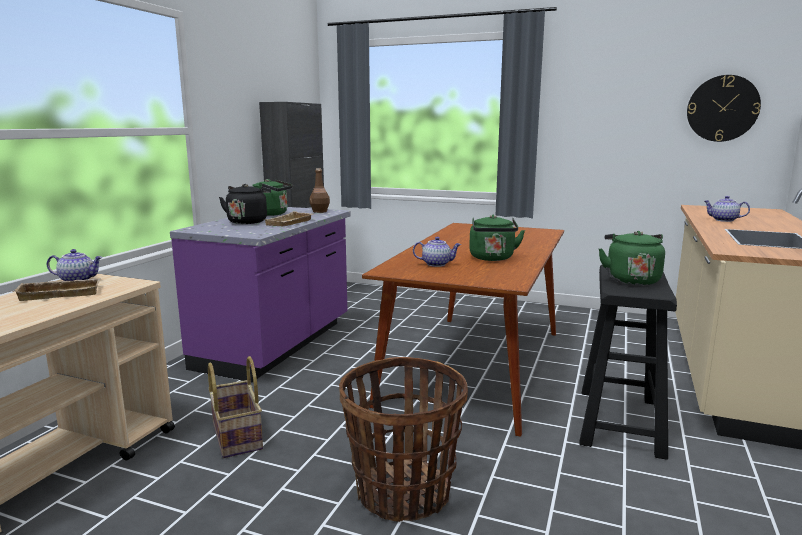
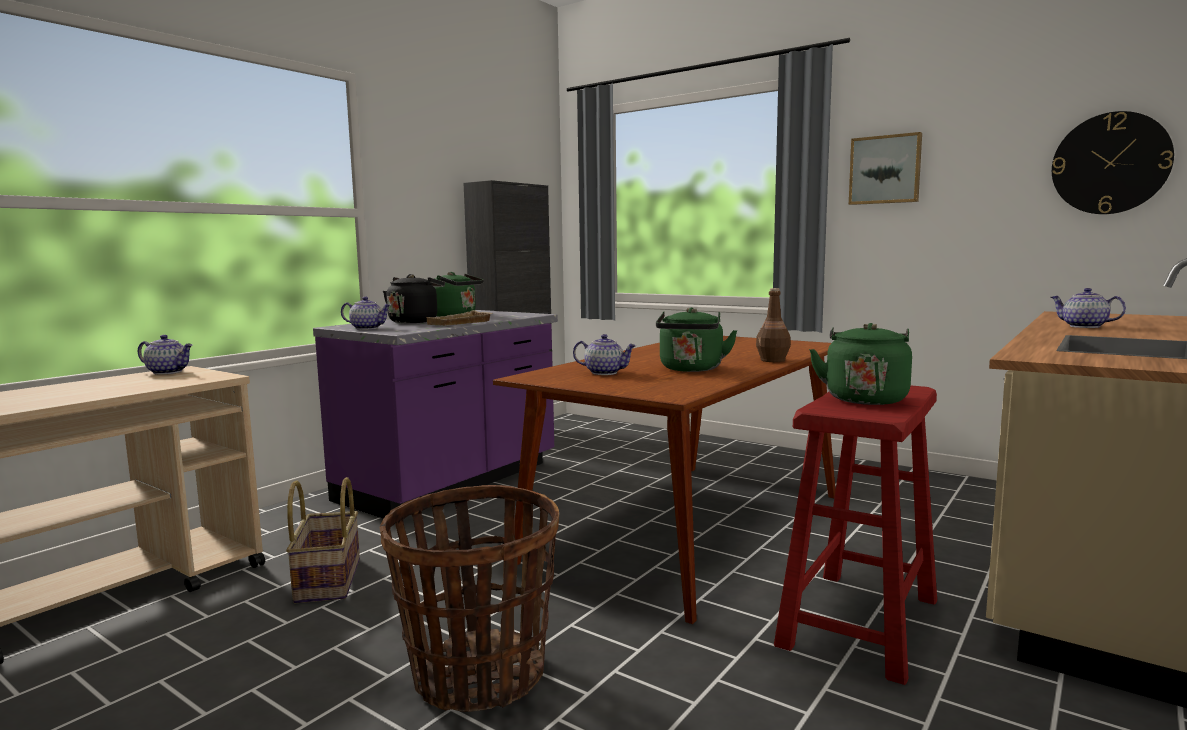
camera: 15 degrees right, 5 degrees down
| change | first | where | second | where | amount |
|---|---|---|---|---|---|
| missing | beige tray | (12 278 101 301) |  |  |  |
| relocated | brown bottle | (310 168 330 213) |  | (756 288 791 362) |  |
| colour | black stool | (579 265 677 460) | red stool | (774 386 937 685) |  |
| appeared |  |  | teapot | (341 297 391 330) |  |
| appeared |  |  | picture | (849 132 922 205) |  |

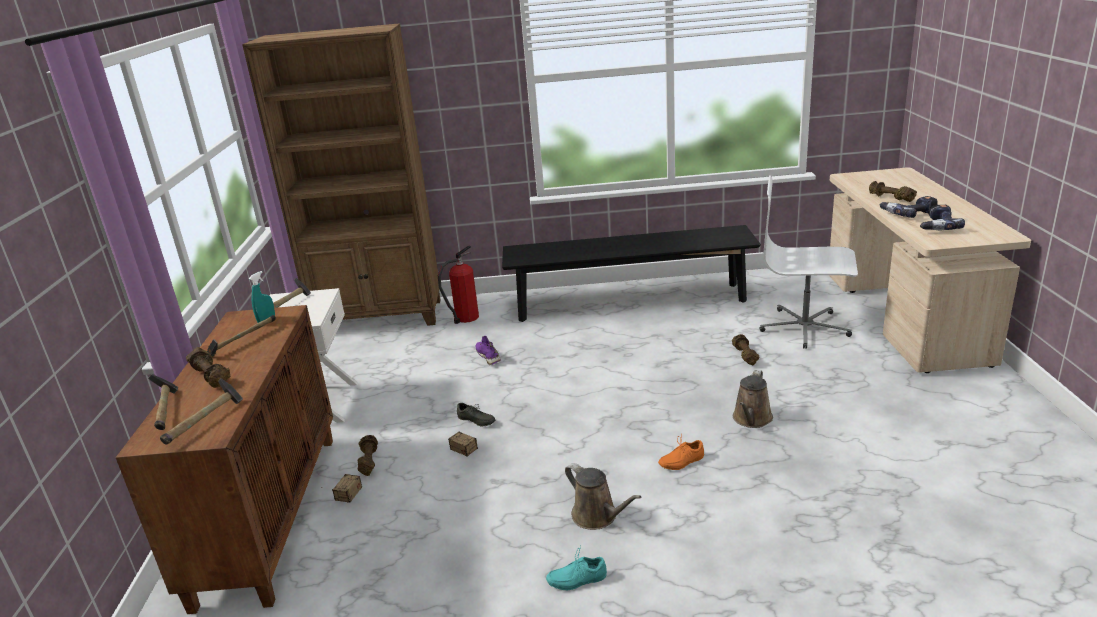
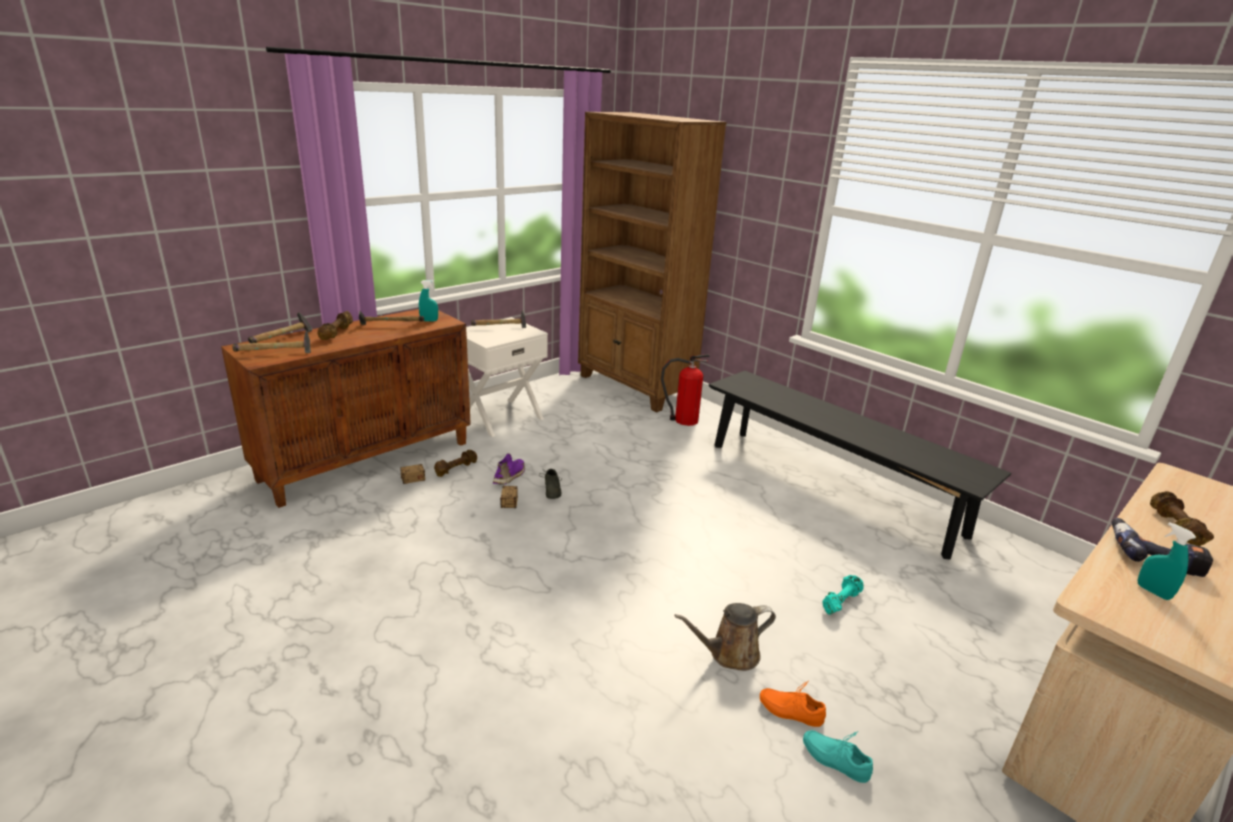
camera: 45 degrees right, 0 degrees up
| change | first | where | second | where | amount |
|---|---|---|---|---|---|
| relocated | purple shoe | (475 336 501 365) |  | (493 453 525 485) |  |
| relocated | turquoise shoe | (546 546 607 590) |  | (803 730 873 783) |  |
| missing | brown watering can | (565 463 641 530) |  |  |  |
| relocated | orange shoe | (658 433 704 470) |  | (760 680 826 727) |  |
| colour | brown dumbbell | (732 334 759 365) | turquoise dumbbell | (822 575 864 615) |  |
| missing | white office chair | (760 176 858 349) |  |  |  |
| exchanged | power drill | (920 205 965 230) | turquoise spray bottle | (1138 522 1196 600) |  |

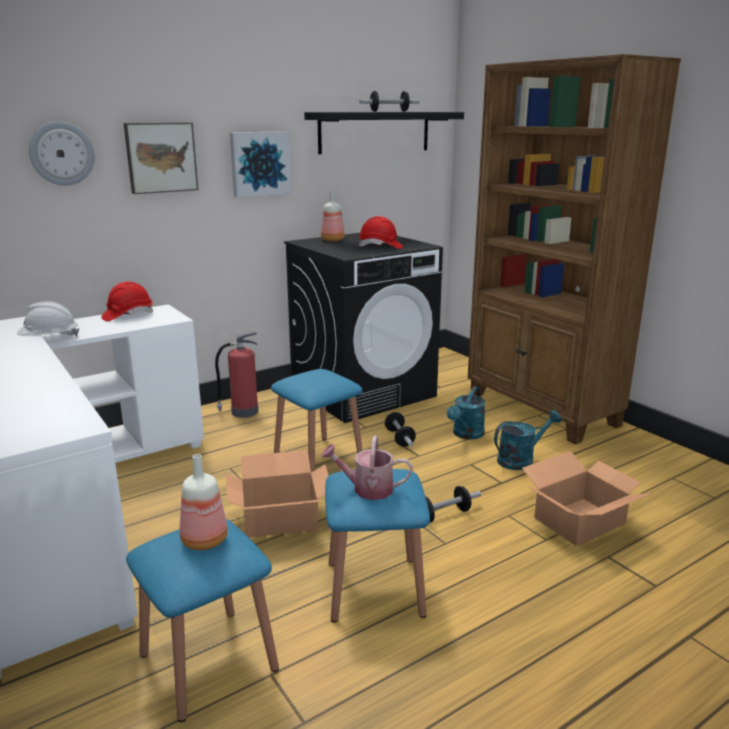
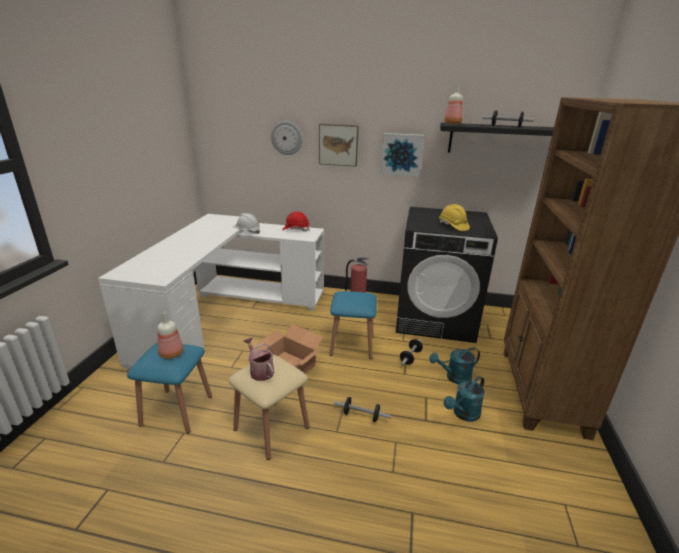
camera: 45 degrees right, 5 degrees up
| change | first | where | second | where | amount |
|---|---|---|---|---|---|
| relocated | bottle | (321 190 345 241) |  | (444 84 463 124) |  |
| colour | blue stool | (325 469 430 622) | beige stool | (229 355 309 460) |  |
| colour | red hard hat | (359 216 403 249) | yellow hard hat | (439 204 470 231) |  |
| spun | turquoise watering can | (494 410 562 470) |  | (444 376 485 422) | 120 degrees clockwise |
| missing | cardboard box | (522 451 652 546) |  |  |  |

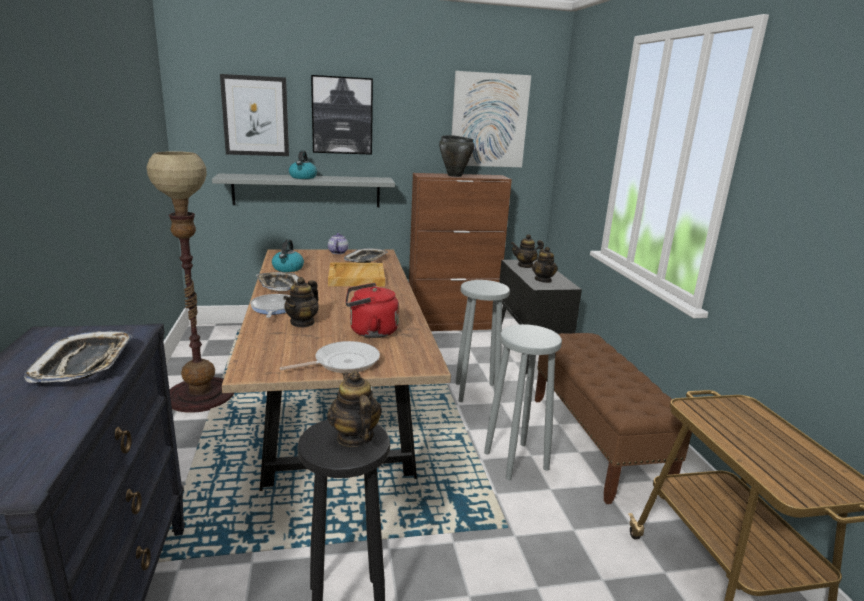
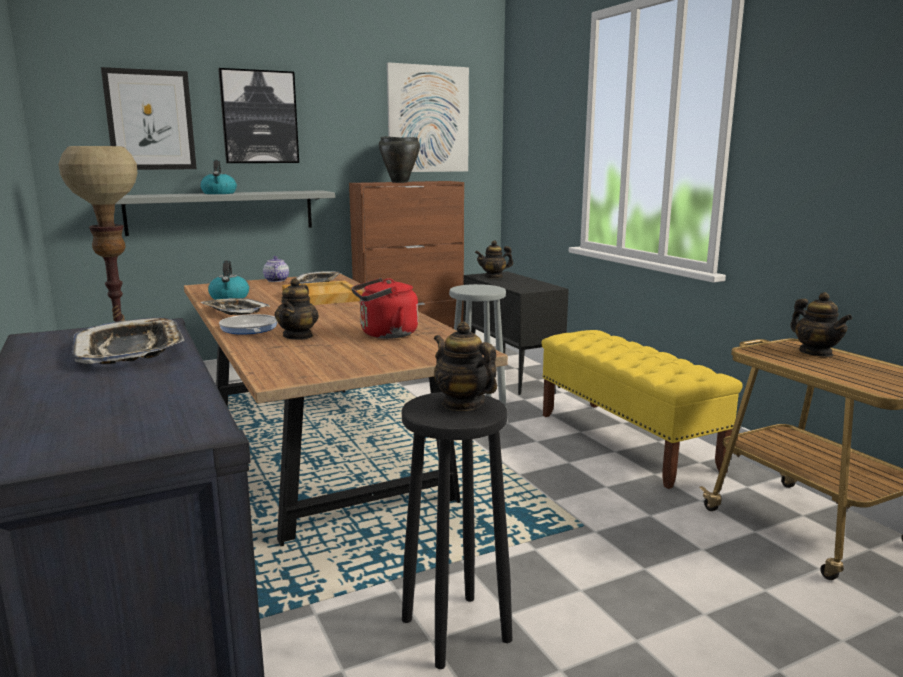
camera: 15 degrees left, 5 degrees down
| change | first | where | second | where | amount |
|---|---|---|---|---|---|
| missing | frying pan | (280 341 380 373) |  |  |  |
| missing | grey stool | (484 324 562 480) |  |  |  |
| relocated | teapot | (532 247 558 283) |  | (790 292 852 357) |  |
| colour | brown bench | (535 333 692 504) | yellow bench | (541 330 743 489) |  |

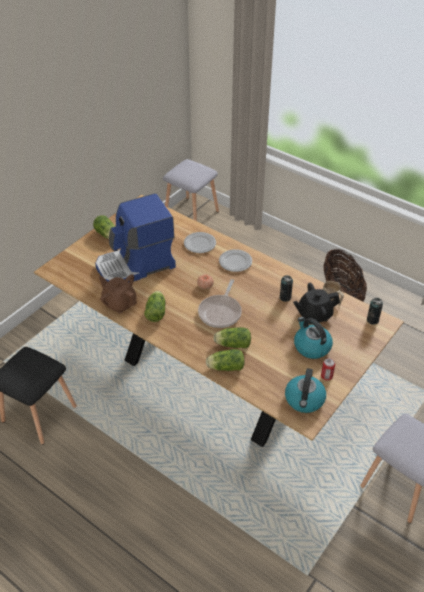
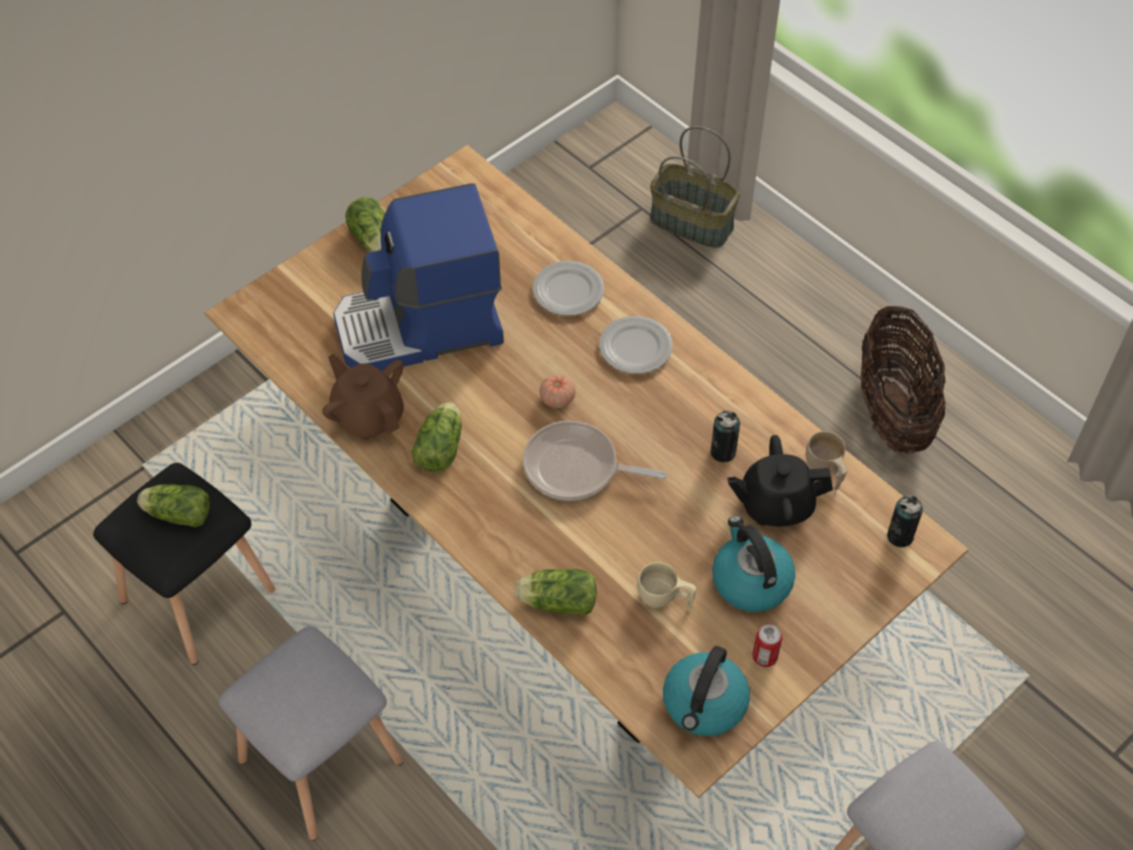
camera: 10 degrees right, 10 degrees up
| change | first | where | second | where | amount |
|---|---|---|---|---|---|
| relocated | grey stool | (163 159 219 221) |  | (219 626 403 841) |  |
| spun | frying pan | (198 279 242 328) |  | (523 421 667 501) | 75 degrees clockwise |
| relocated | lettuce | (214 327 251 348) |  | (137 484 210 527) |  |
| appeared |  |  | beige cup | (637 562 696 609) |  |
| appeared |  |  | basket | (650 126 740 248) |  |

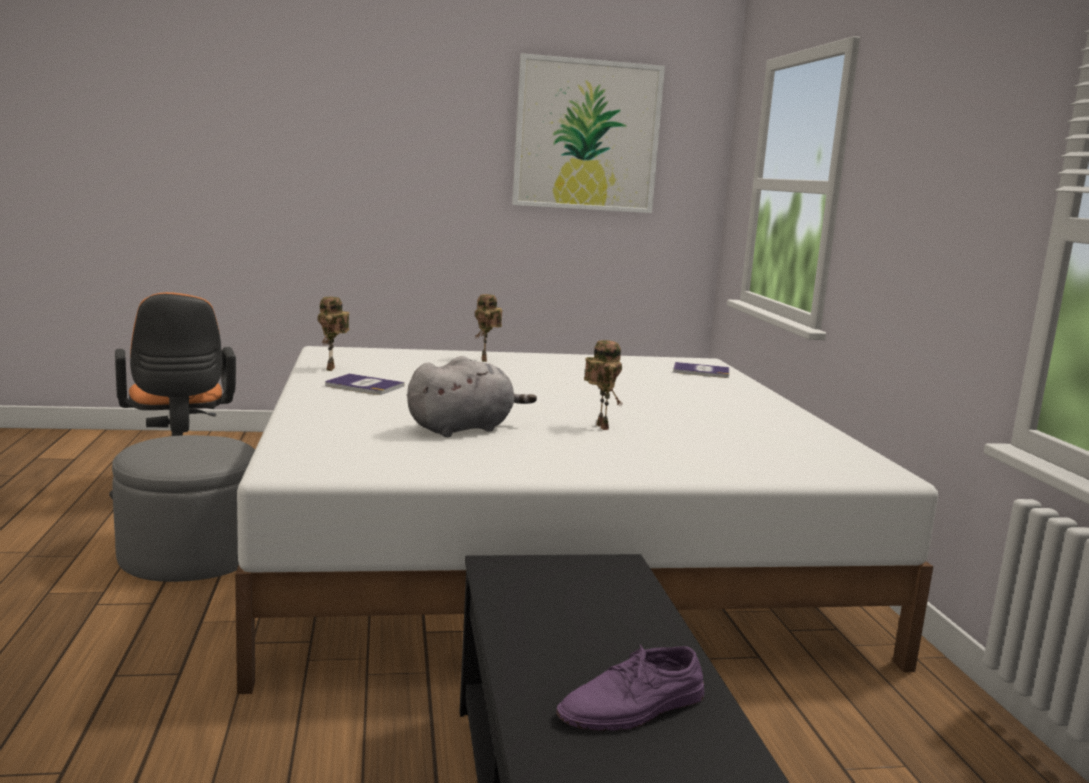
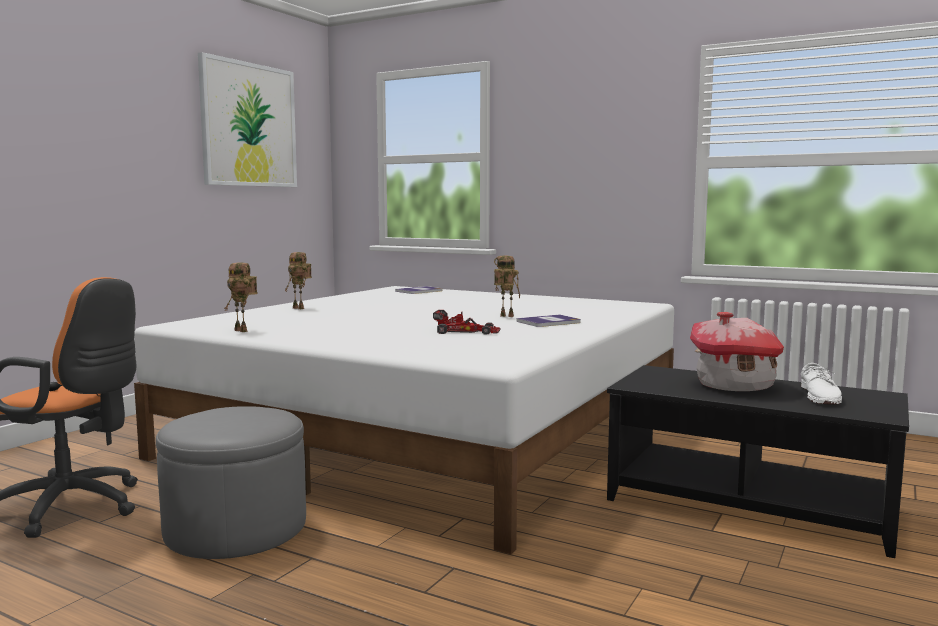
camera: 50 degrees left, 5 degrees down
| change | first | where | second | where | amount |
|---|---|---|---|---|---|
| relocated | book | (325 373 404 395) |  | (516 314 581 327) |  |
| exchanged | grey plush toy | (407 356 537 437) | toy car | (433 310 501 334) |  |
| colour | purple shoe | (556 644 704 731) | white shoe | (801 363 842 405) |  |
| appeared |  |  | toy house | (690 312 784 391) |  |

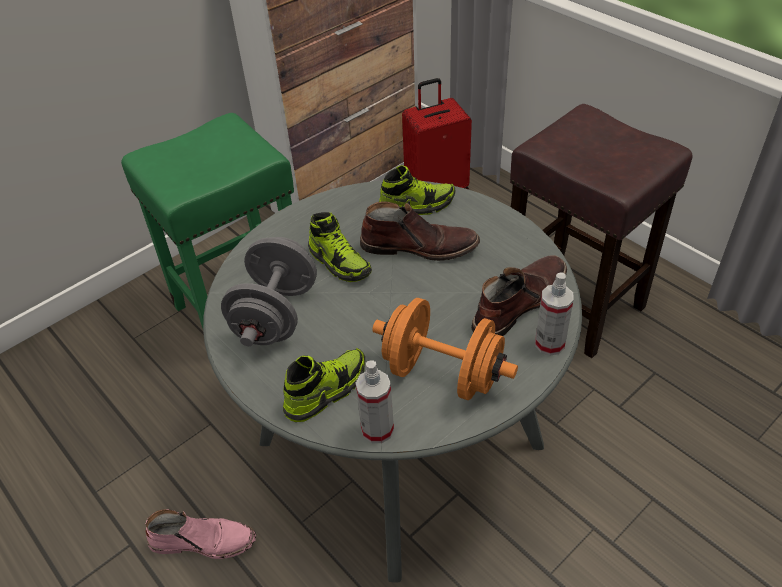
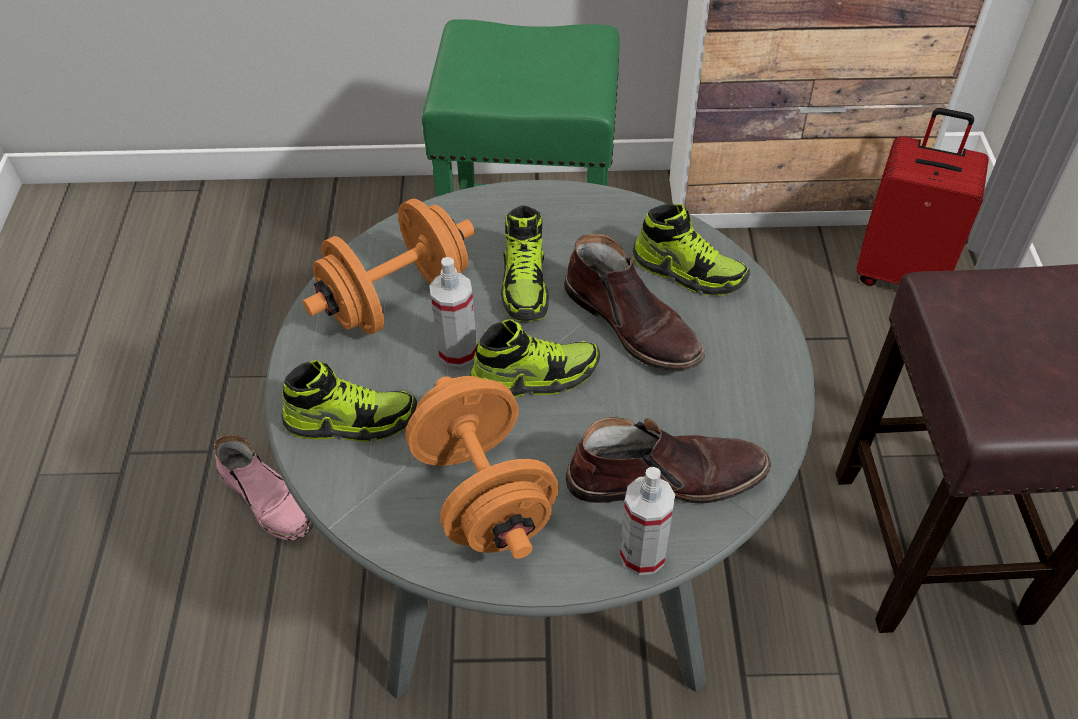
camera: 40 degrees right, 5 degrees up
| change | first | where | second | where | amount |
|---|---|---|---|---|---|
| colour | grey dumbbell | (221 237 317 346) | orange dumbbell | (303 199 475 334) |  |
| relocated | spray bottle | (355 361 394 443) |  | (429 257 477 367) |  |
| appeared |  |  | shoe | (470 319 600 397) |  |

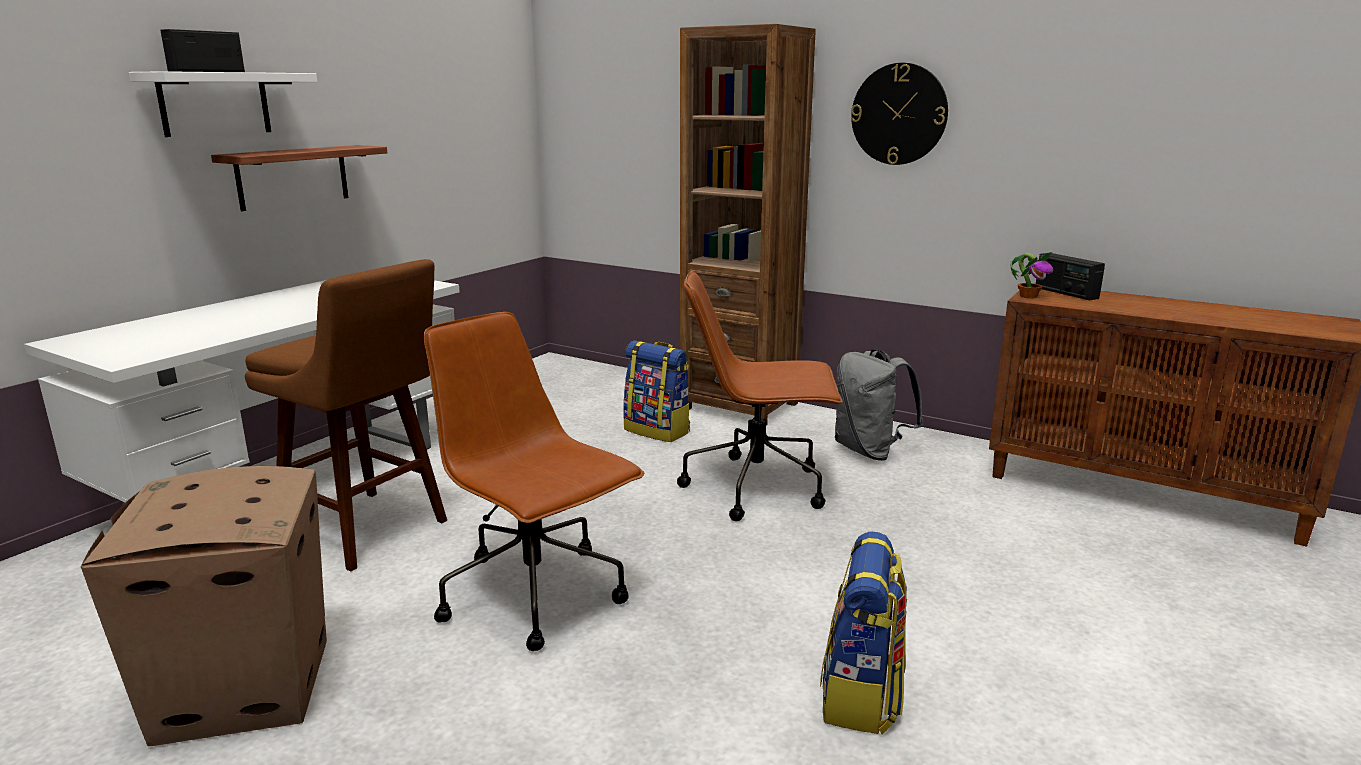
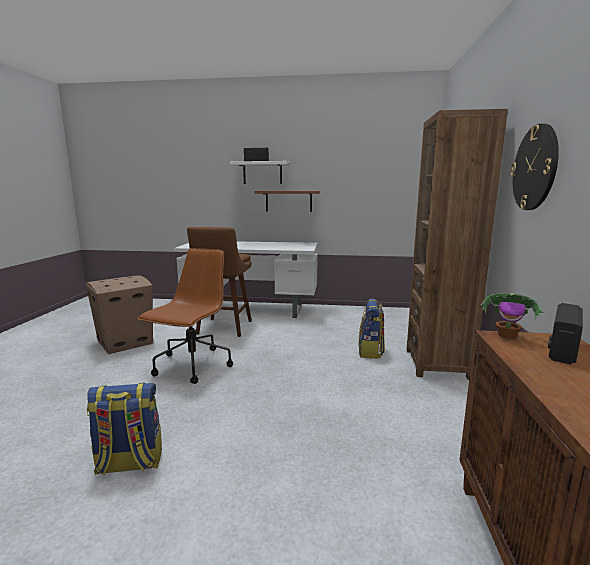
camera: 65 degrees right, 5 degrees down
| change | first | where | second | where | amount |
|---|---|---|---|---|---|
| missing | brown office chair | (677 271 843 521) |  |  |  |
| missing | grey backpack | (835 349 924 461) |  |  |  |

